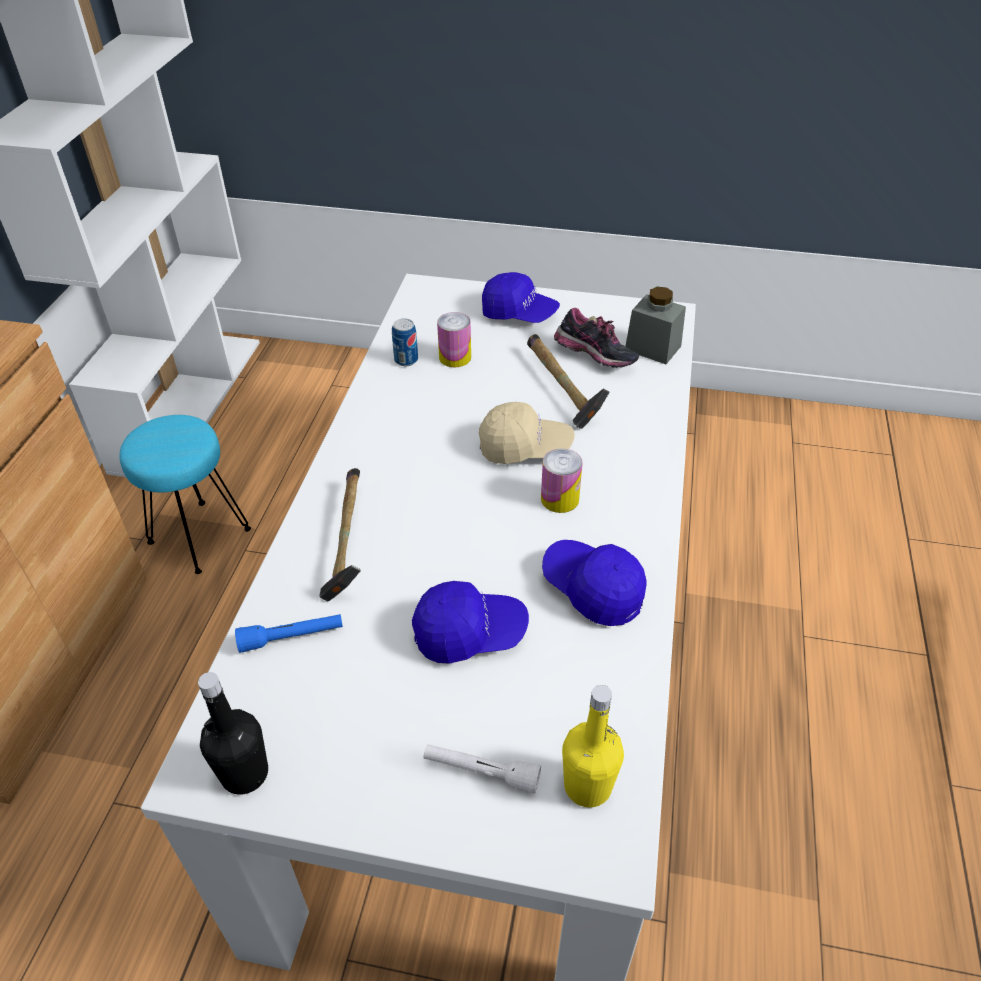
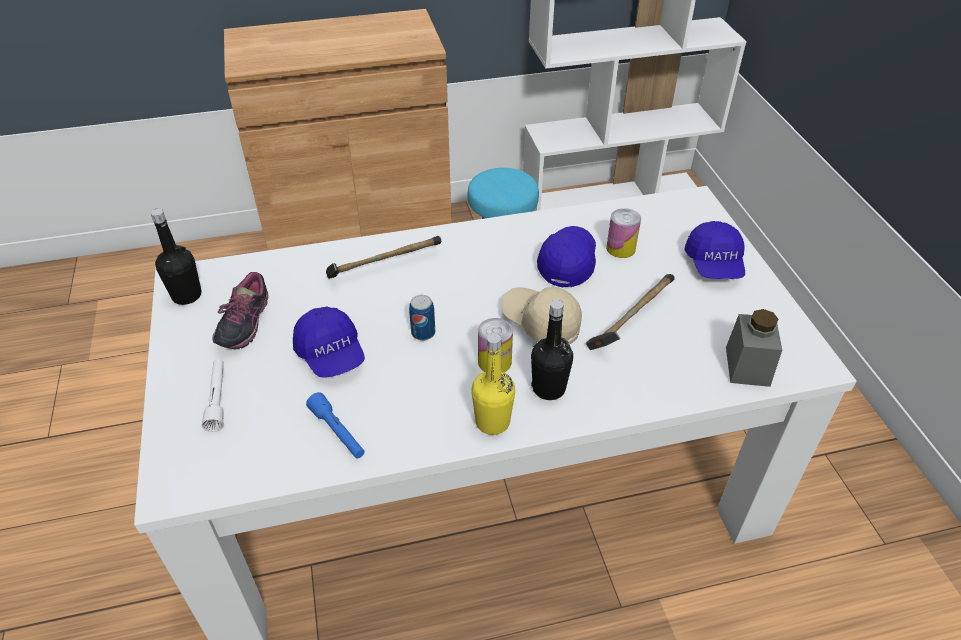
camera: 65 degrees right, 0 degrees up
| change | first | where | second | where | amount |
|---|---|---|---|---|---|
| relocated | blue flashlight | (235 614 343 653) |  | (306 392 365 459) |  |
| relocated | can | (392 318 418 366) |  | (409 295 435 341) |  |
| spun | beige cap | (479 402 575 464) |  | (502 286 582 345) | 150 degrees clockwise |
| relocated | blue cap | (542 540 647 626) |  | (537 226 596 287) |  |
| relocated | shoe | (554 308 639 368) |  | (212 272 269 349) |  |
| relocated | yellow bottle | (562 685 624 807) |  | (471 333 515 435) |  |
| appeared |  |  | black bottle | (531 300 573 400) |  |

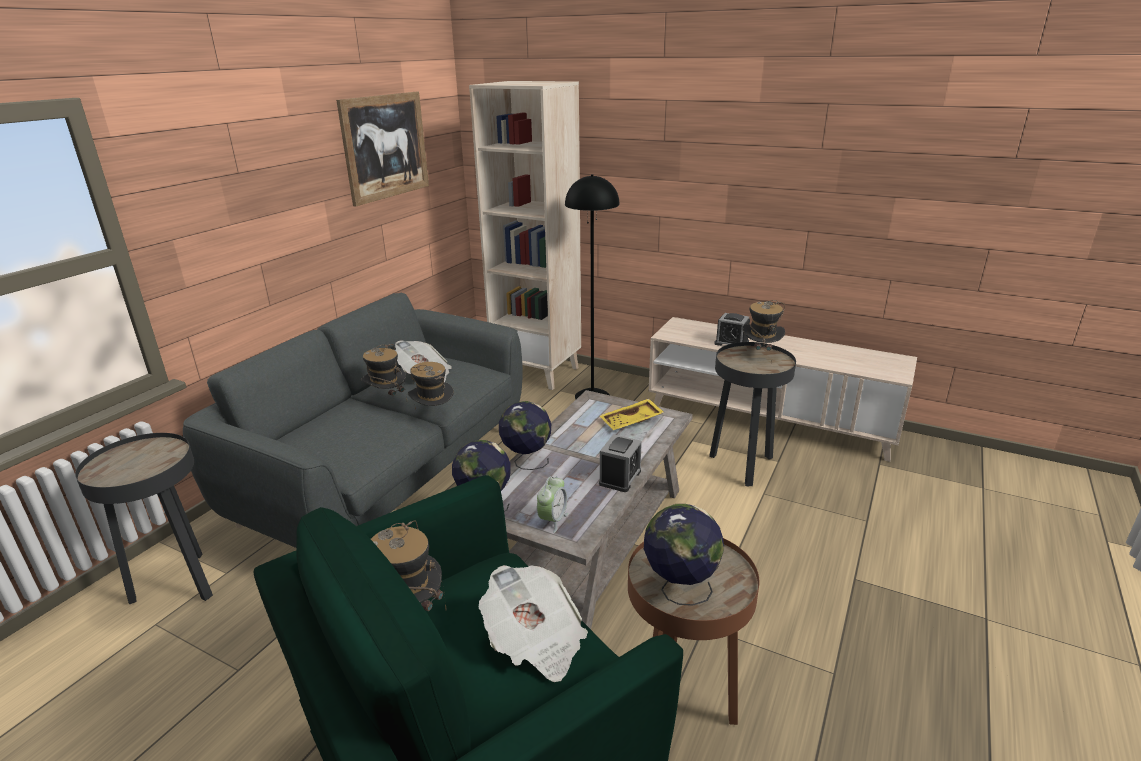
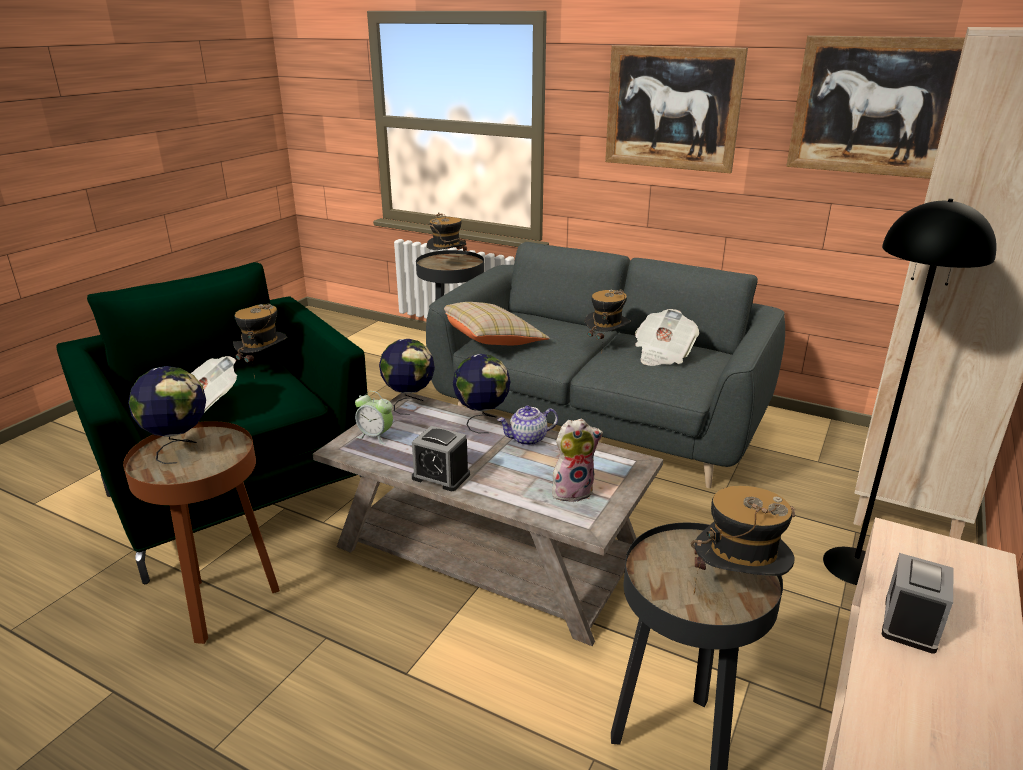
camera: 90 degrees right, 0 degrees up
| change | first | where | second | where | amount |
|---|---|---|---|---|---|
| relocated | hat | (408 362 454 409) |  | (427 212 467 252) |  |
| exchanged | yellow tray | (600 398 664 430) | plush toy | (552 419 603 502) |  |
| appeared |  |  | beige pillow | (444 302 549 345) |  |
| appeared |  |  | teapot | (498 406 558 446) |  |
| appeared |  |  | picture | (605 45 748 173) |  |

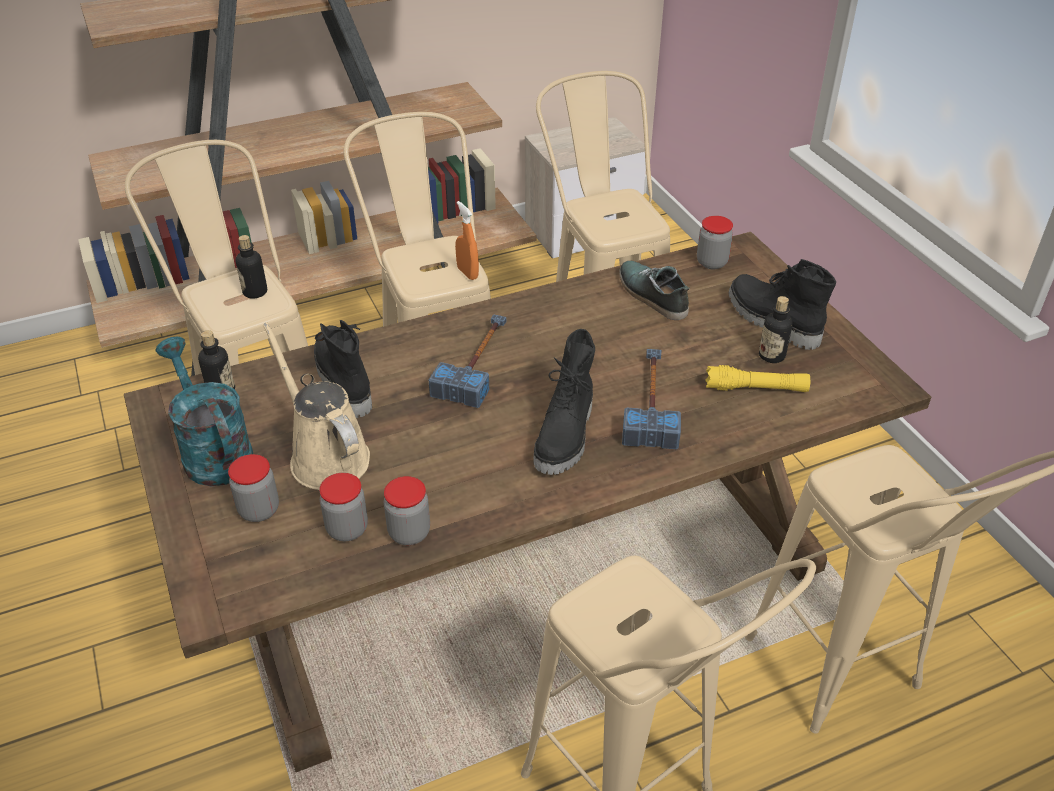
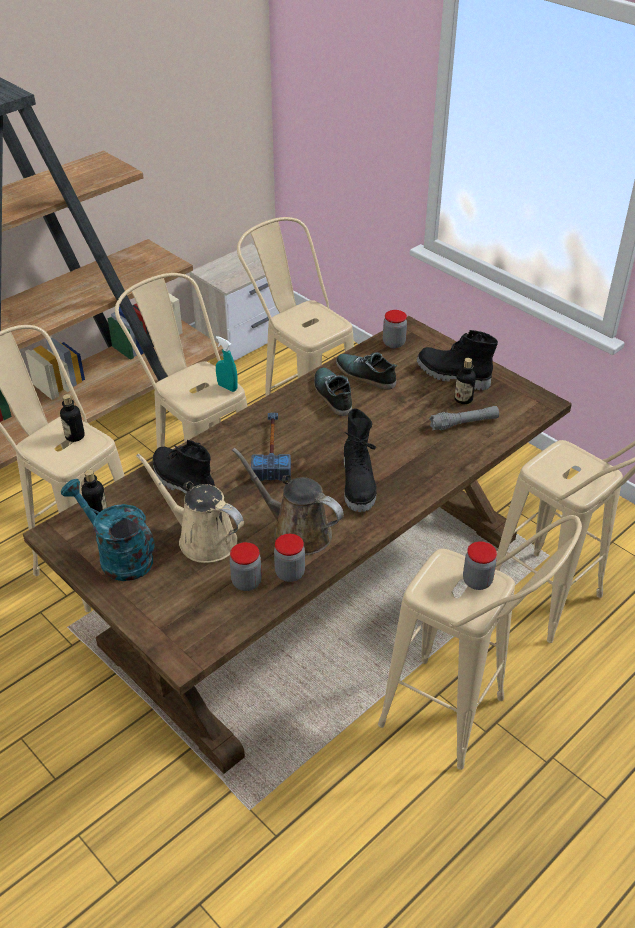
camera: 20 degrees left, 0 degrees up
| change | first | where | second | where | amount |
|---|---|---|---|---|---|
| relocated | jar | (228 454 279 522) |  | (463 541 497 590) |  |
| colour | orange spray bottle | (455 201 479 280) | turquoise spray bottle | (216 336 238 392) |  |
| missing | hammer | (622 349 681 449) |  |  |  |
| colour | yellow flashlight | (706 365 810 392) | grey flashlight | (429 406 499 430) |  |
| appeared |  |  | brown watering can | (232 447 344 555) |  |
| appeared |  |  | shoe | (314 368 352 416) |  |

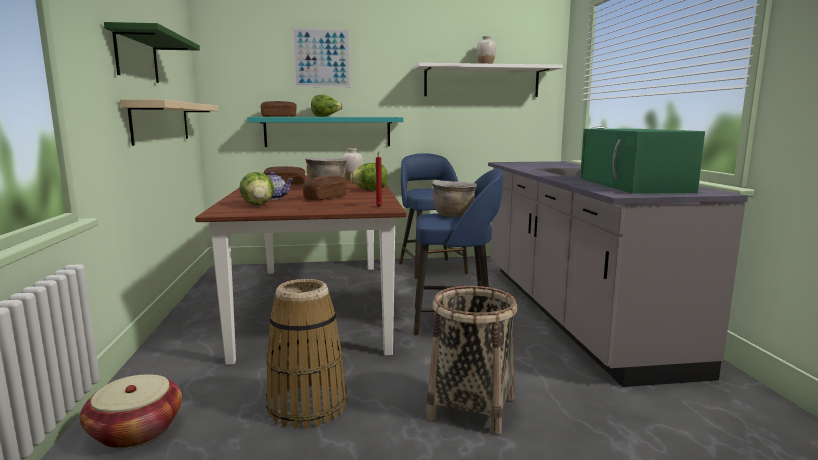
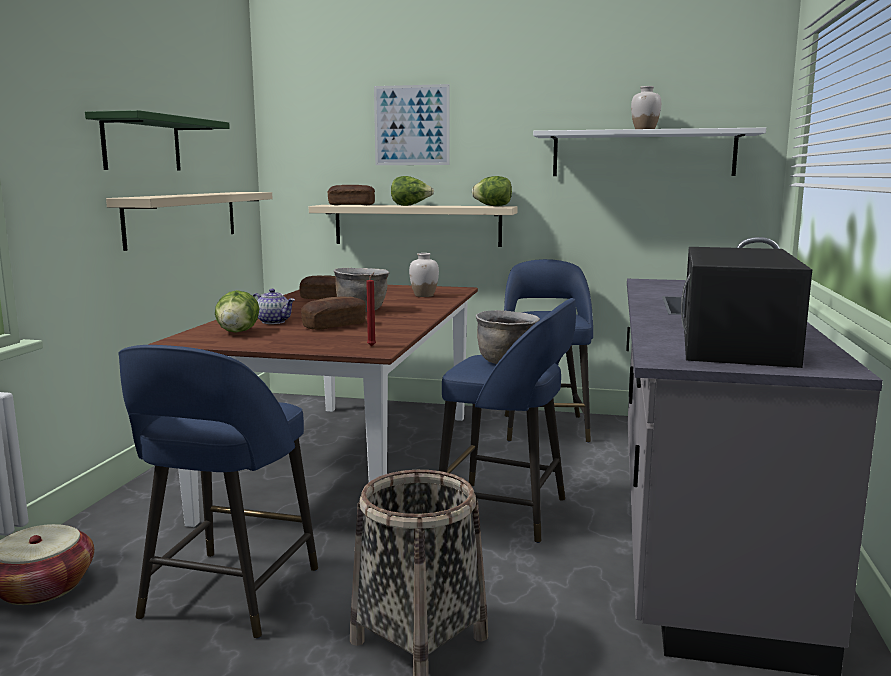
camera: 20 degrees right, 0 degrees up
| change | first | where | second | where | amount |
|---|---|---|---|---|---|
| colour | turquoise shelf | (247 117 404 147) | beige shelf | (309 205 518 247) |  |
| exchanged | basket | (266 279 347 429) | blue stool | (118 345 318 639) |  |
| relocated | lettuce | (350 163 387 190) |  | (472 176 512 206) |  |
| colour | green microwave | (580 129 705 194) | black microwave | (681 247 812 368) |  |

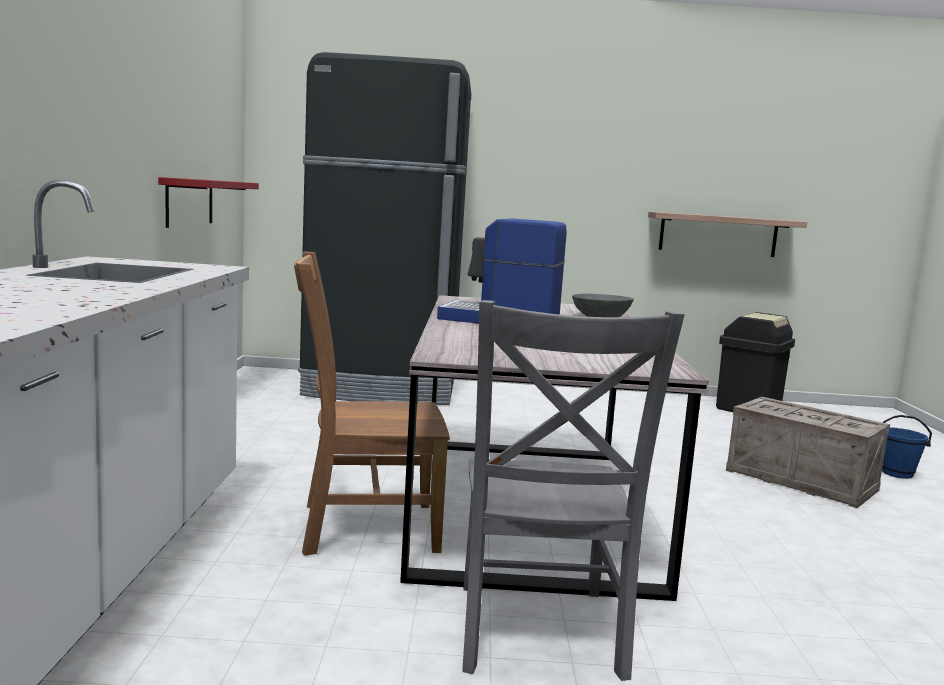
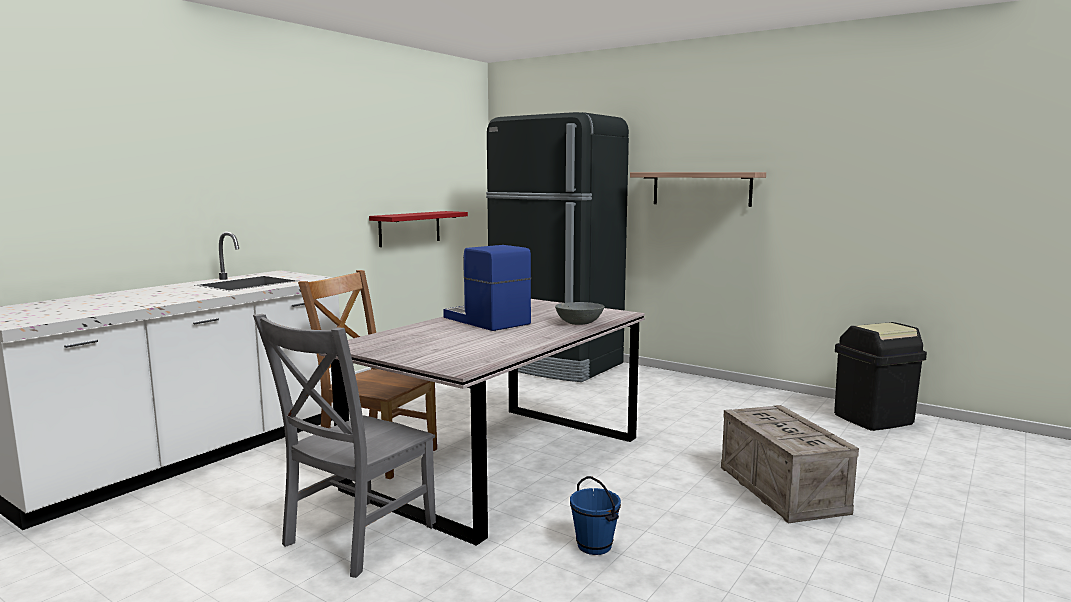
camera: 35 degrees right, 0 degrees up
| change | first | where | second | where | amount |
|---|---|---|---|---|---|
| relocated | shelf | (648 212 807 257) |  | (630 172 766 207) |  |
| relocated | blue bucket | (882 415 932 479) |  | (570 476 621 555) |  |

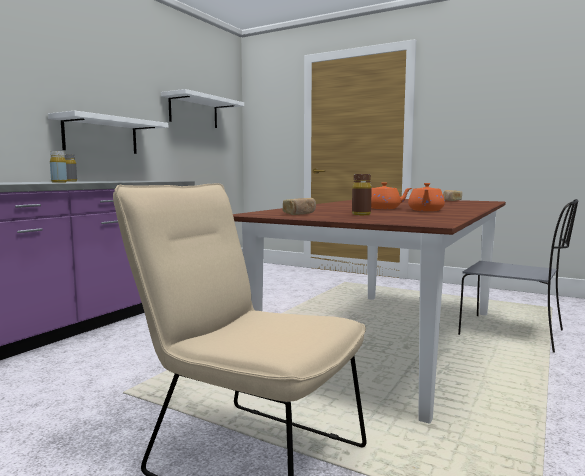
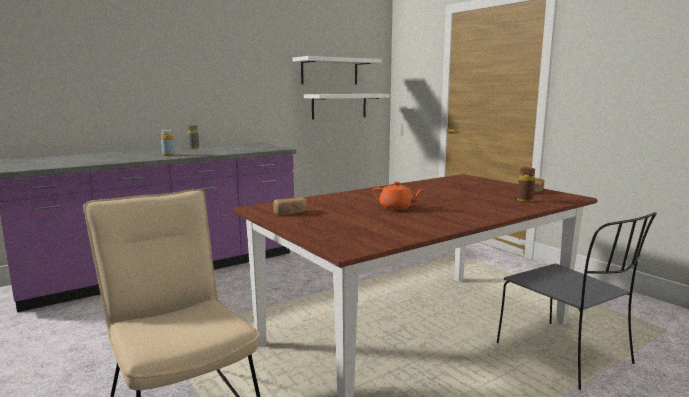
camera: 25 degrees right, 5 degrees up
| change | first | where | second | where | amount |
|---|---|---|---|---|---|
| relocated | white shelf | (48 111 168 154) |  | (304 94 390 120) |  |
| relocated | brown bottle | (352 174 372 215) |  | (517 167 535 202) |  |
| missing | orange teapot | (408 183 445 211) |  |  |  |

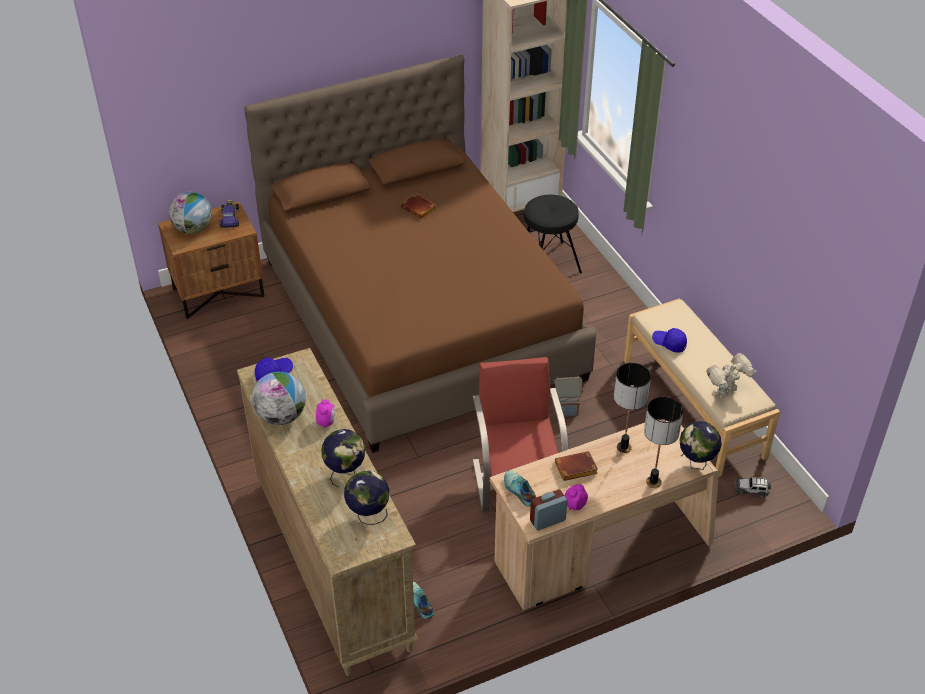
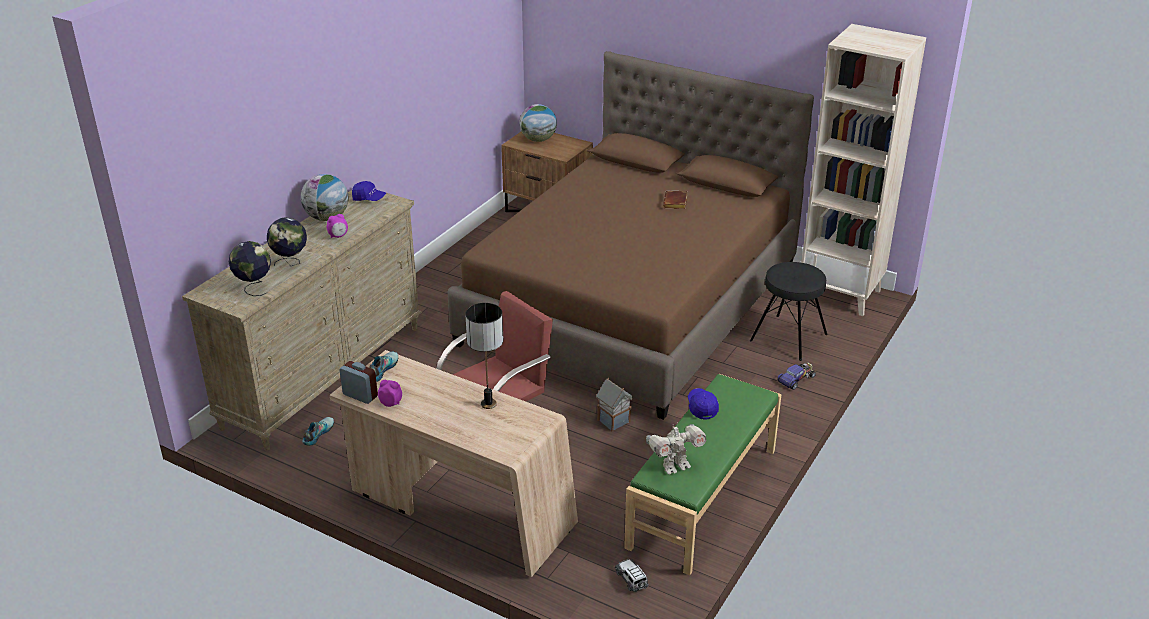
camera: 55 degrees right, 10 degrees down
| change | first | where | second | where | amount |
|---|---|---|---|---|---|
| relocated | toy car | (219 200 239 228) |  | (777 363 816 390) |  |
| missing | brown book | (555 451 598 481) |  |  |  |
| colour | beige bench | (624 299 780 477) | green bench | (624 374 782 575) |  |
| missing | table lamp | (644 397 683 488) |  |  |  |
| missing | globe | (679 421 722 470) |  |  |  |
| spun | toy robot | (706 353 756 398) |  | (646 424 706 475) | 135 degrees clockwise |

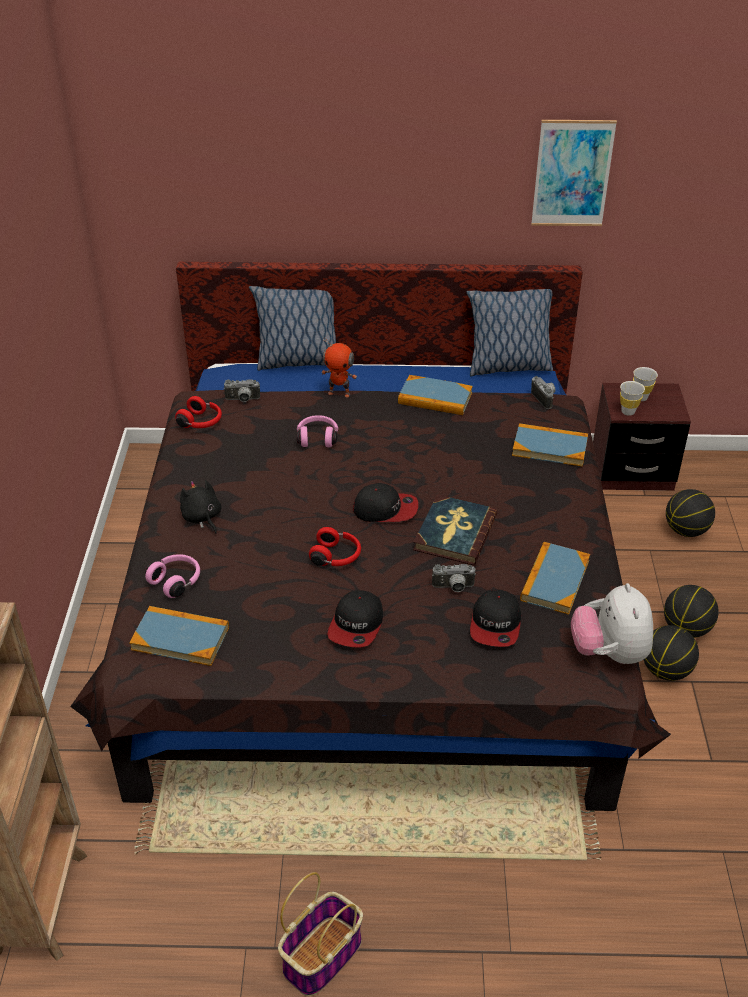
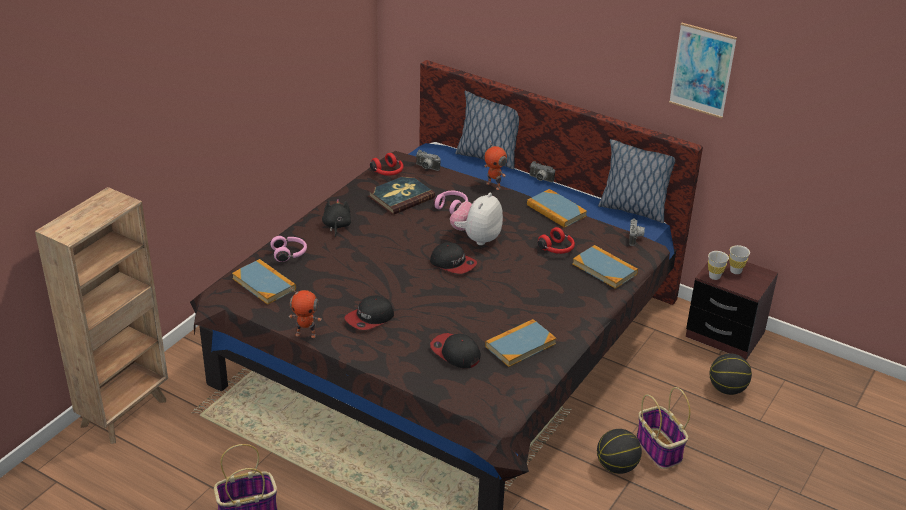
camera: 30 degrees right, 5 degrees down
| change | first | where | second | where | amount |
|---|---|---|---|---|---|
| relocated | red headphones | (309 527 361 566) |  | (538 227 575 254) |  |
| relocated | book | (413 494 498 565) |  | (368 174 435 215) |  |
| relocated | photo camera | (432 564 476 592) |  | (530 161 555 182) |  |
| spun | cap | (470 590 521 647) |  | (430 333 481 369) | 90 degrees clockwise |
| relocated | plush toy | (571 583 653 664) |  | (450 192 503 245) |  |
| exchanged | basketball | (664 585 719 638) | basket | (636 387 690 469) |  |
| appeared |  |  | toy robot | (289 287 322 338) |  |

